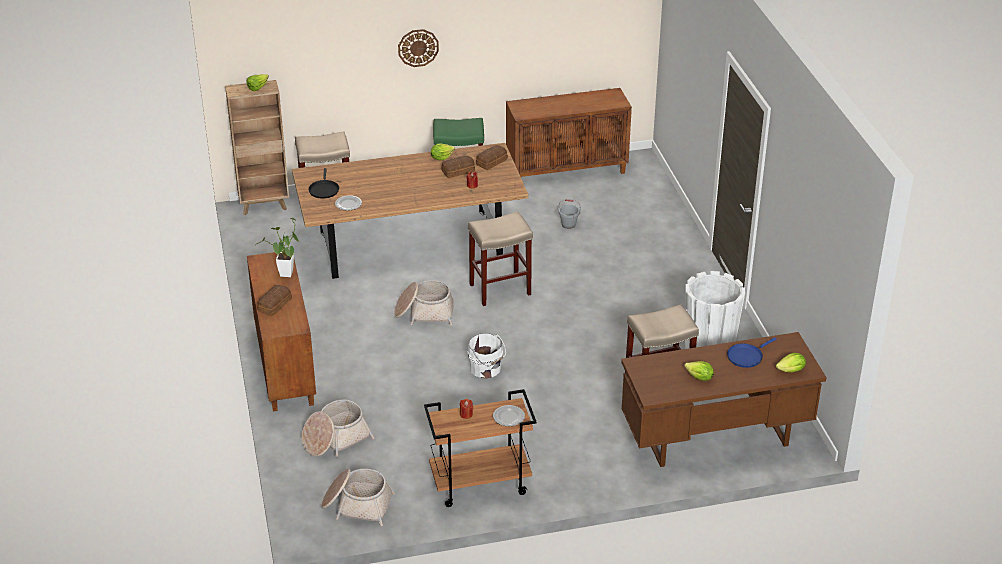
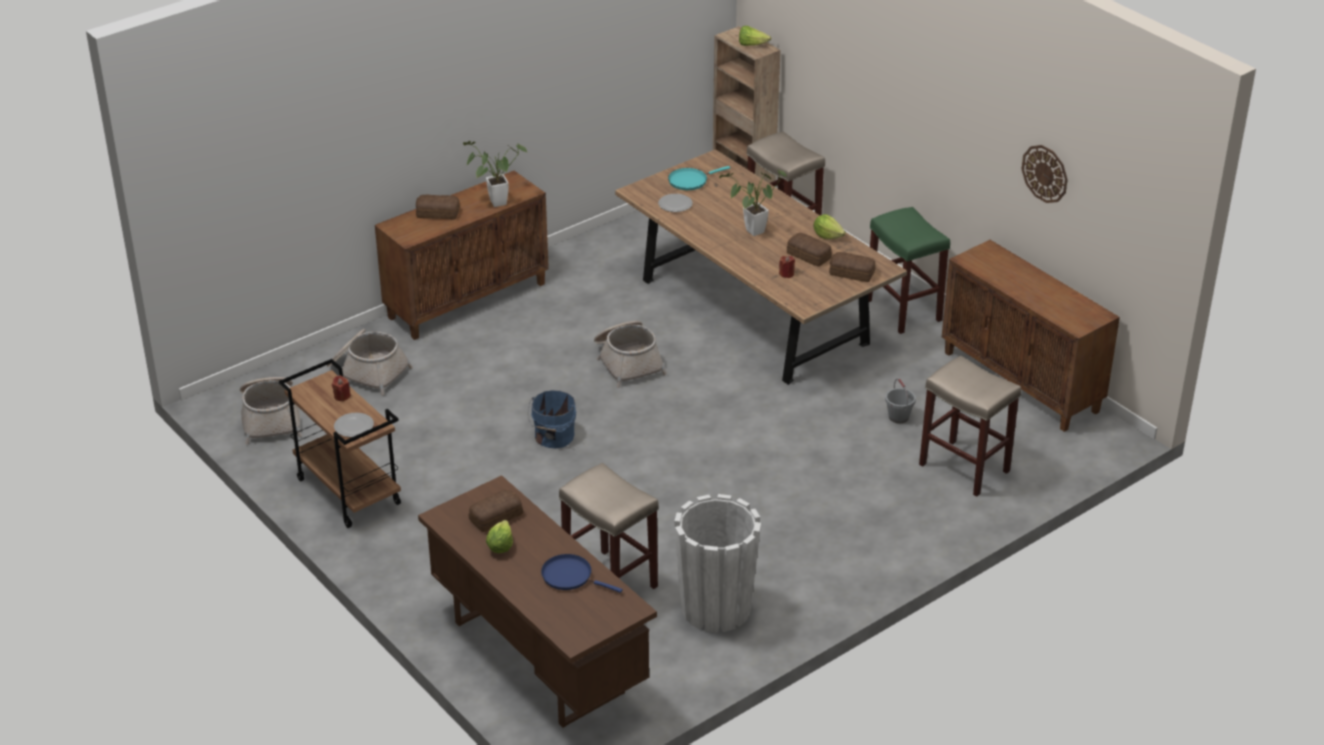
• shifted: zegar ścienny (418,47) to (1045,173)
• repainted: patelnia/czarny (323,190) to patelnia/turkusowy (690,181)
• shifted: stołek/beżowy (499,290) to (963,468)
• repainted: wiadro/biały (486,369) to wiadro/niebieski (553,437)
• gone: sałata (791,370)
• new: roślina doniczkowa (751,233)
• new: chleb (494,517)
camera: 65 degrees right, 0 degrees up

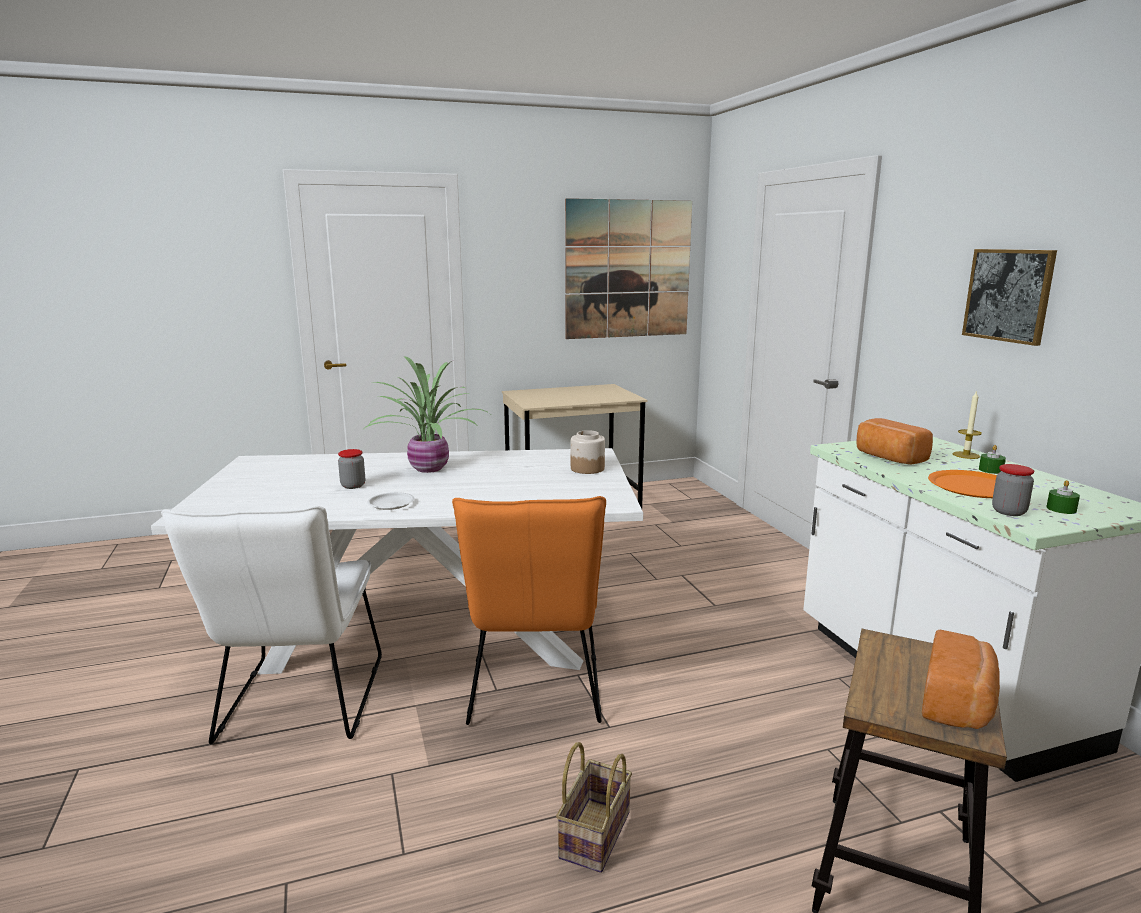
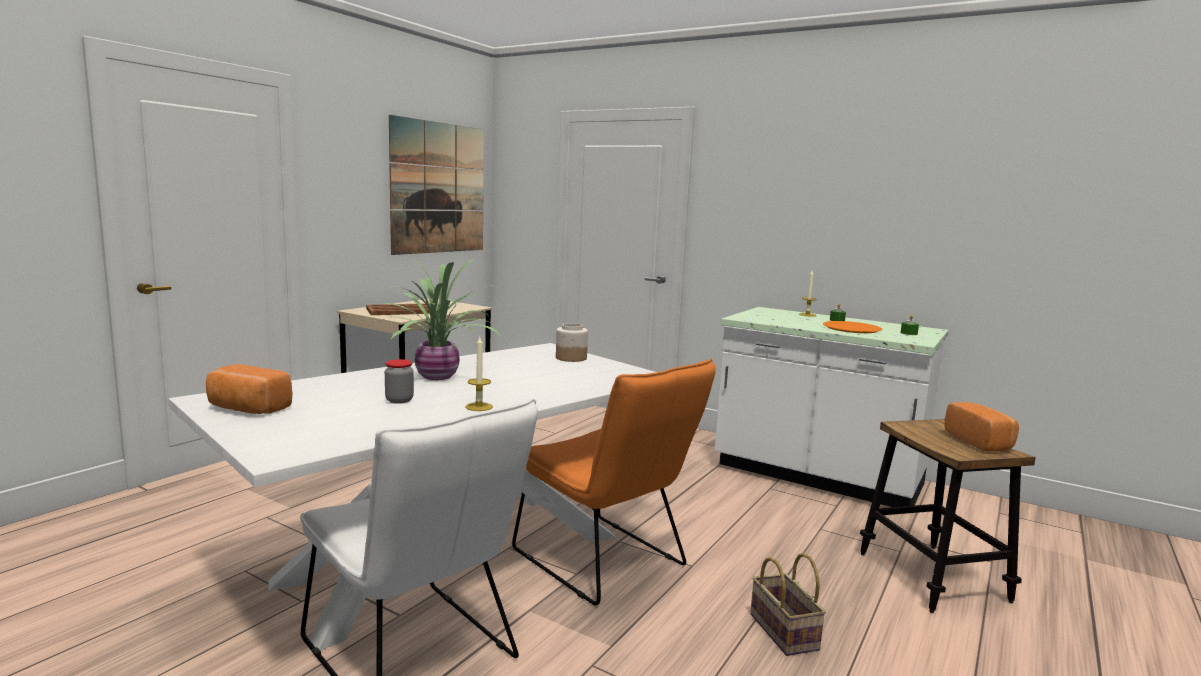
• gone: obraz (1008,295)
• shifted: chleb (888,458) to (247,409)
• gone: słoik (1009,512)
• swapped: talerz/biały (390,504) to świeca (479,407)
• new: taca/brązowy (404,311)
camera: 40 degrees left, 5 degrees down

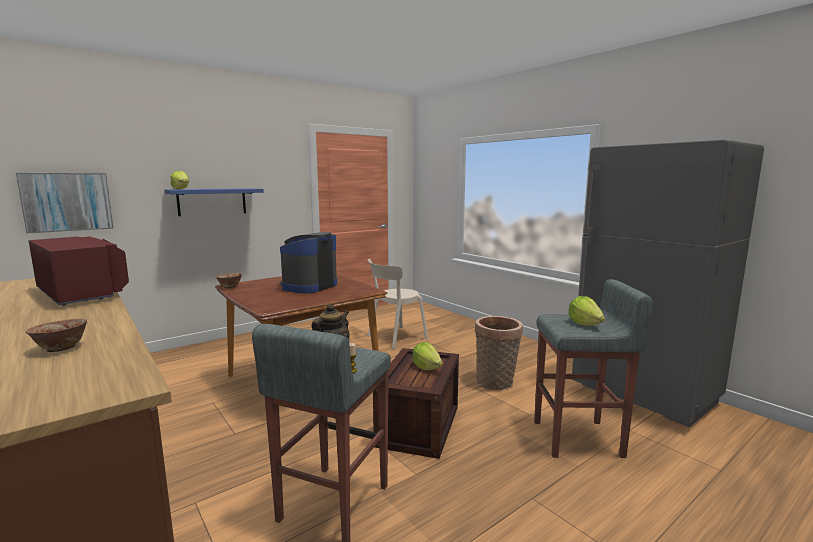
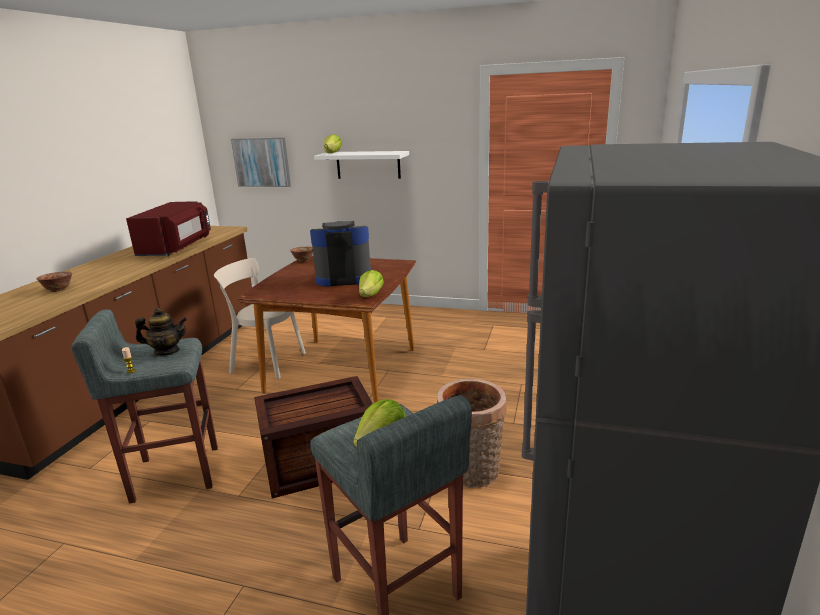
• repainted: półka/niebieski (212,201) to półka/biały (368,165)
• shifted: krzesło/beżowy (395,338) to (265,362)
• shifted: sałata (426,367) to (371,295)
camera: 55 degrees right, 10 degrees up

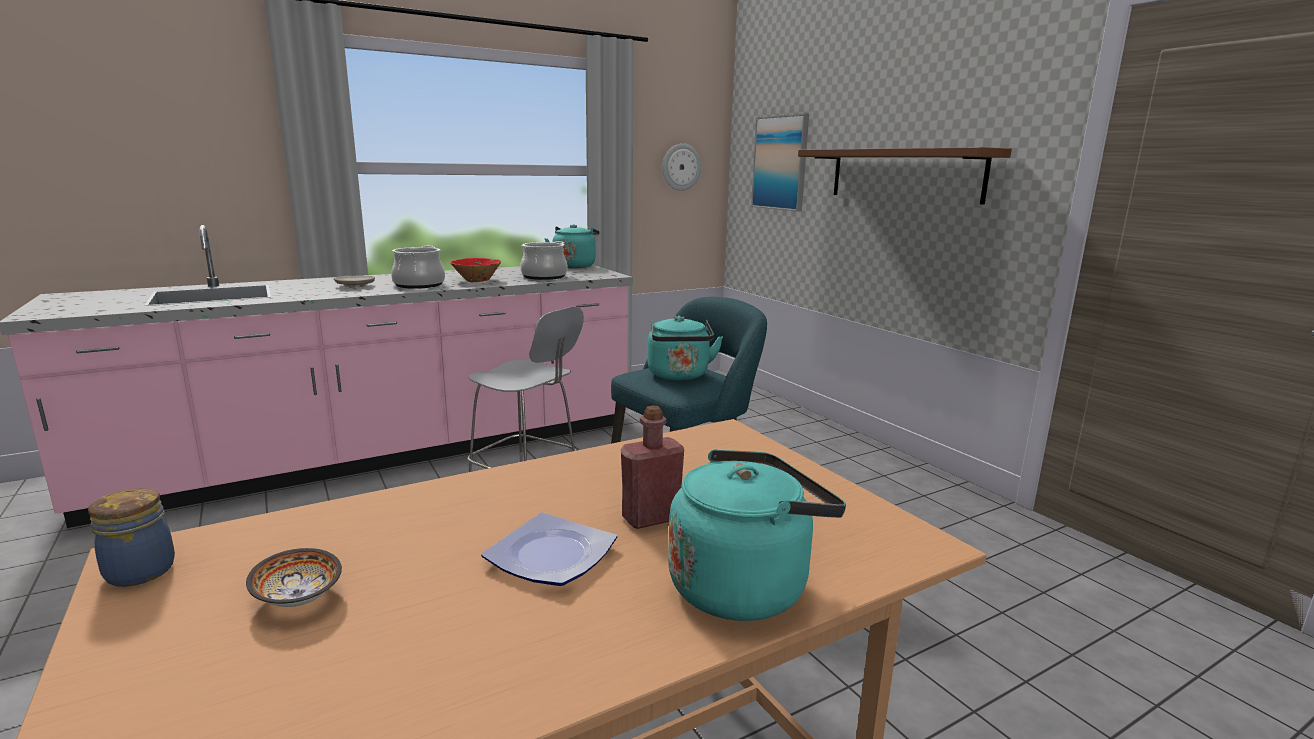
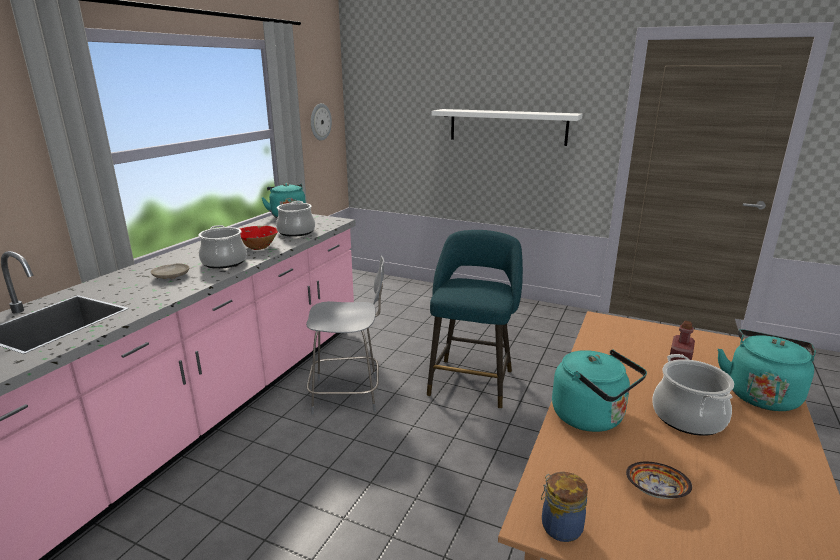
• gone: obraz (780,163)
• repainted: półka/brązowy (904,174) to półka/biały (507,126)
• shifted: czajnik/turkusowy (679,376) to (592,418)
• swapped: talerz (551,558) to garnek (688,417)
camera: 35 degrees left, 5 degrees up

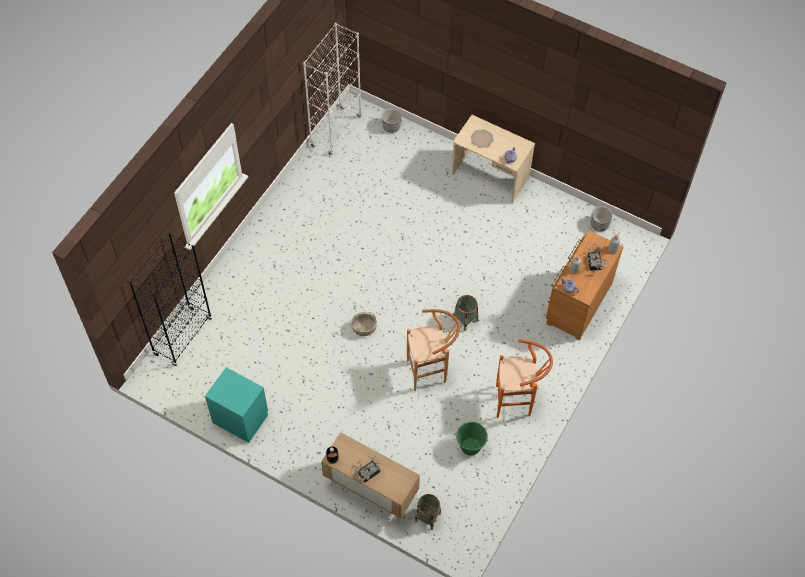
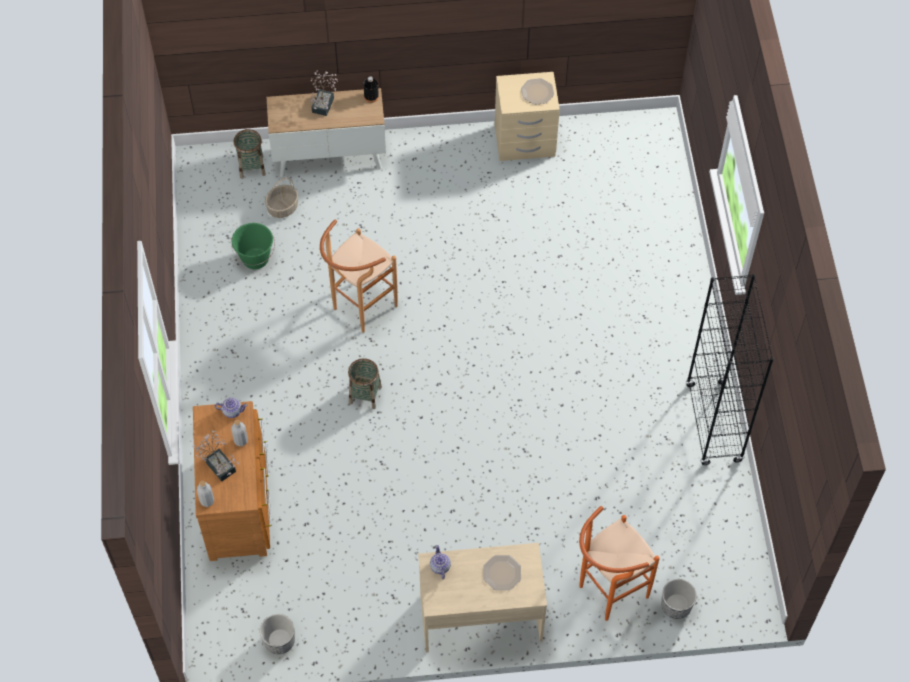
• gone: regał/biały (336,131)
• shifted: regał/czarny (183,336) to (713,423)
• shifted: koszyk (364,328) to (283,207)
• shifted: stołek/pomarańczowy (517,402) to (607,593)
• repainted: szafka nocna/turkusowy (240,418) to szafka nocna/beżowy (525,142)
• new: talerz (537,92)
camera: 145 degrees right, 0 degrees up

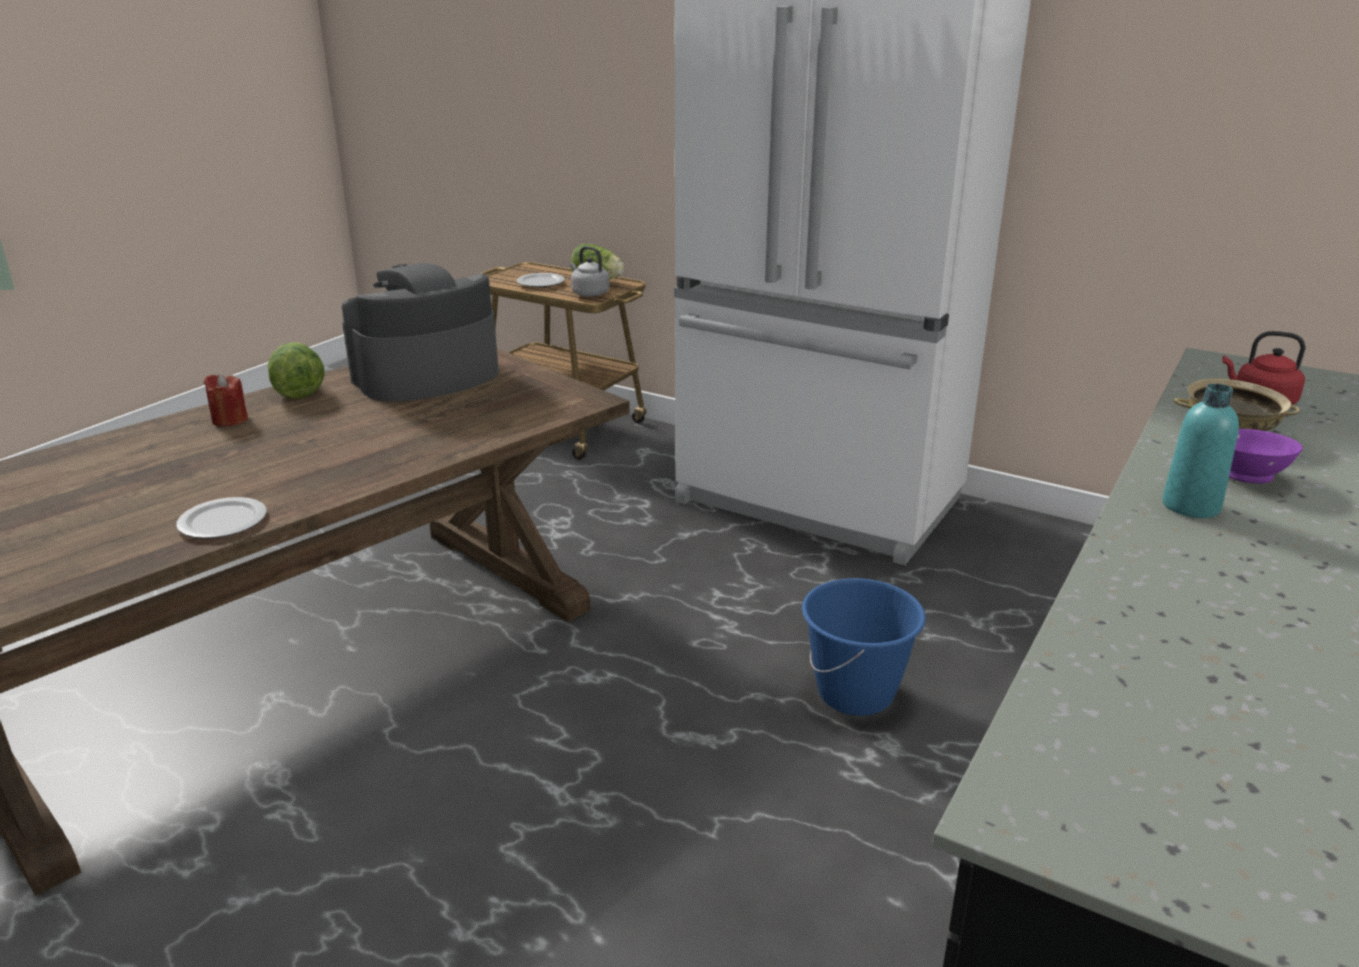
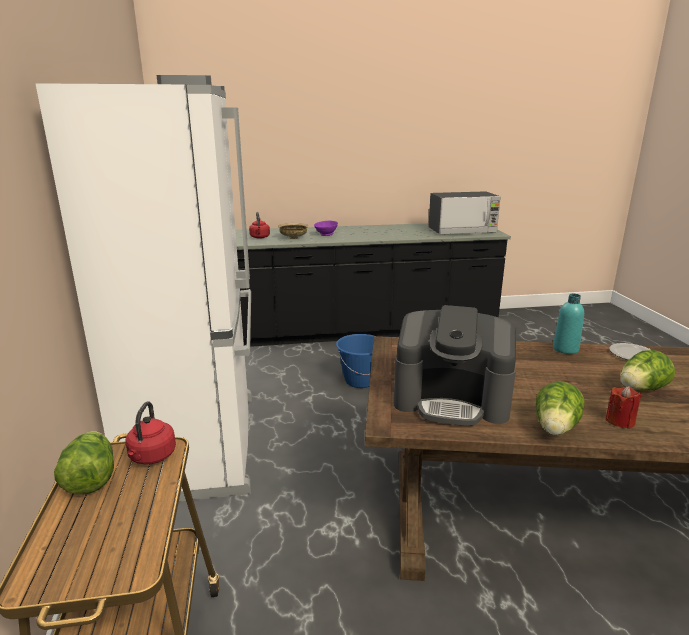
• repainted: czajnik/szary (589,293) to czajnik/czerwony (151,457)
• gone: talerz (541,282)
• shifted: butelka/turkusowy (1190,506) to (565,349)
• new: mikrofalówka (462,231)
• new: sałata (641,390)
camera: 130 degrees left, 5 degrees down

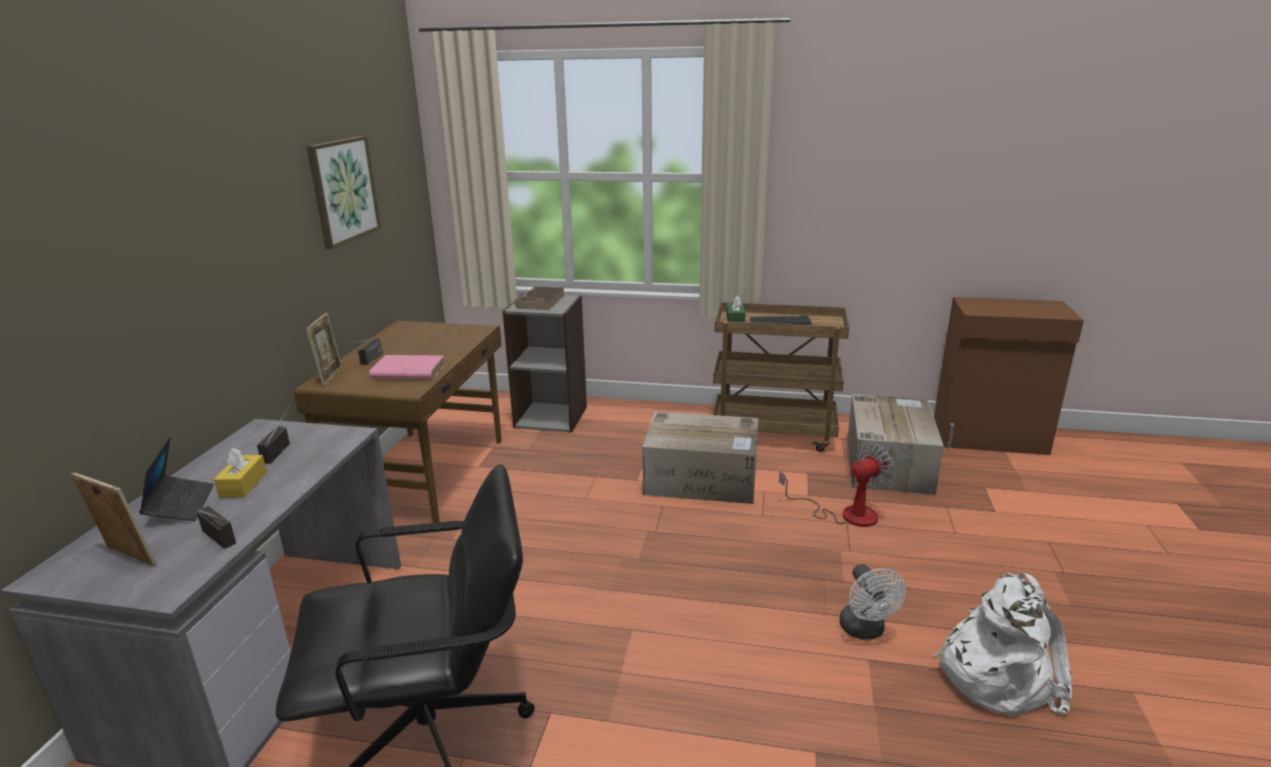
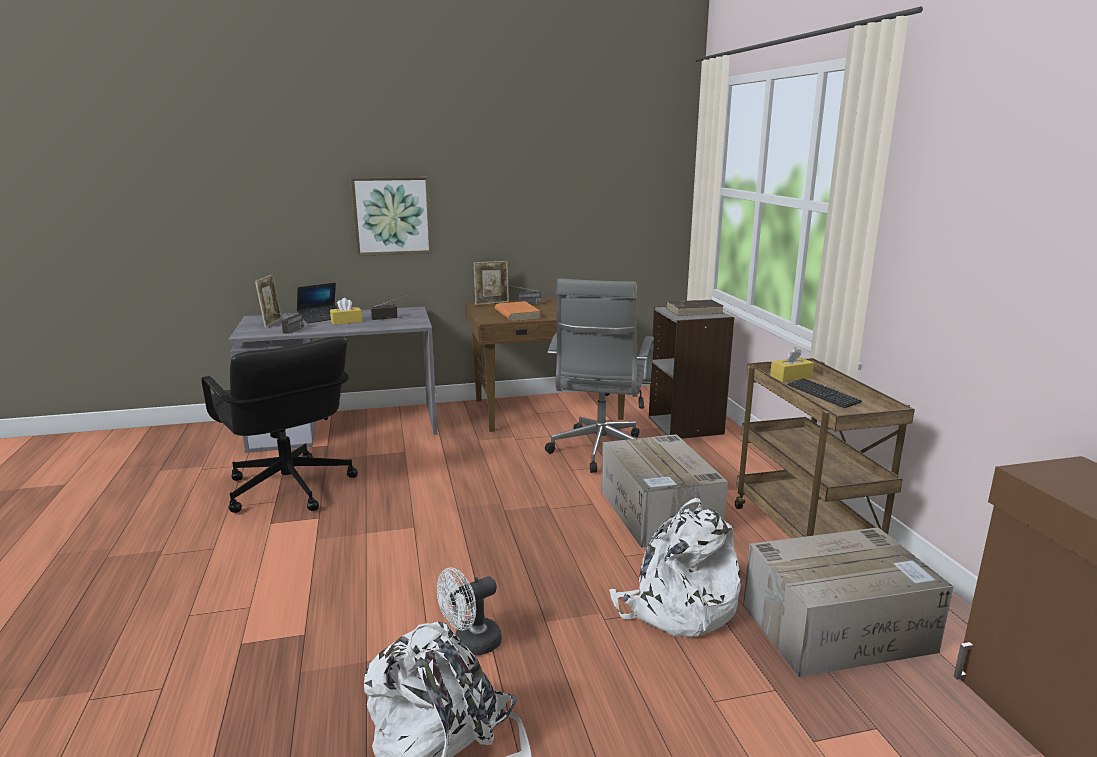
• shifted: obraz (343,190) to (392,216)
• repainted: pudełko chusteczek/zielony (735,320) to pudełko chusteczek/żółty (791,377)
• repainted: książka/różowy (408,372) to książka/pomarańczowy (517,314)
• swapped: wentylator (846,514) to plecak/biały (677,608)
• new: krzesło biurowe/szary (599,452)
camera: 65 degrees right, 5 degrees down

